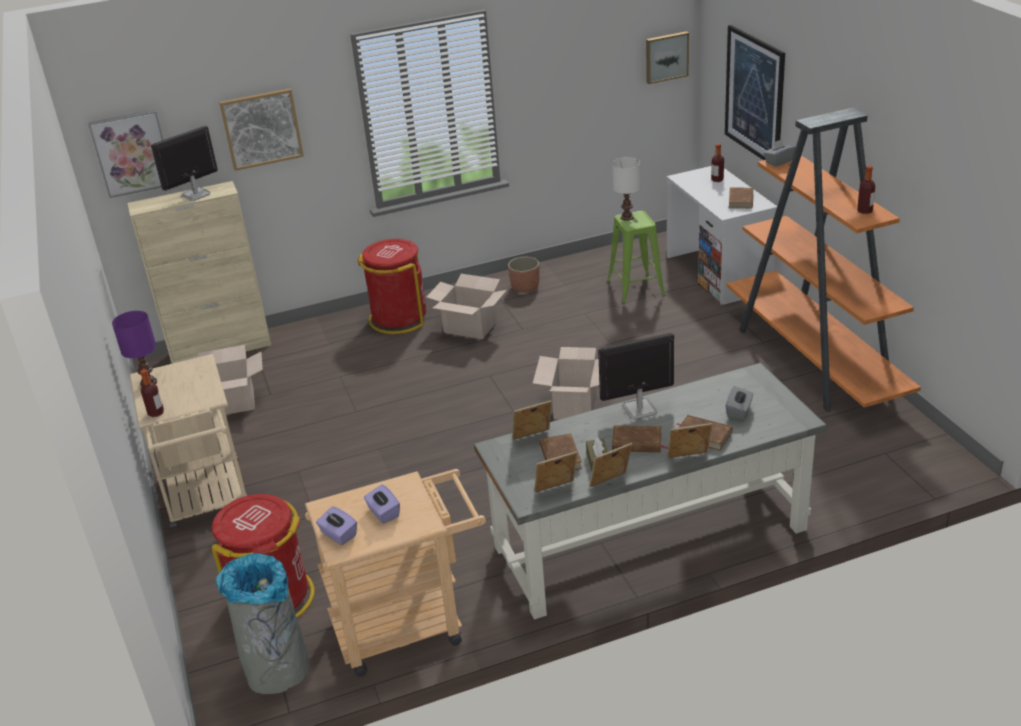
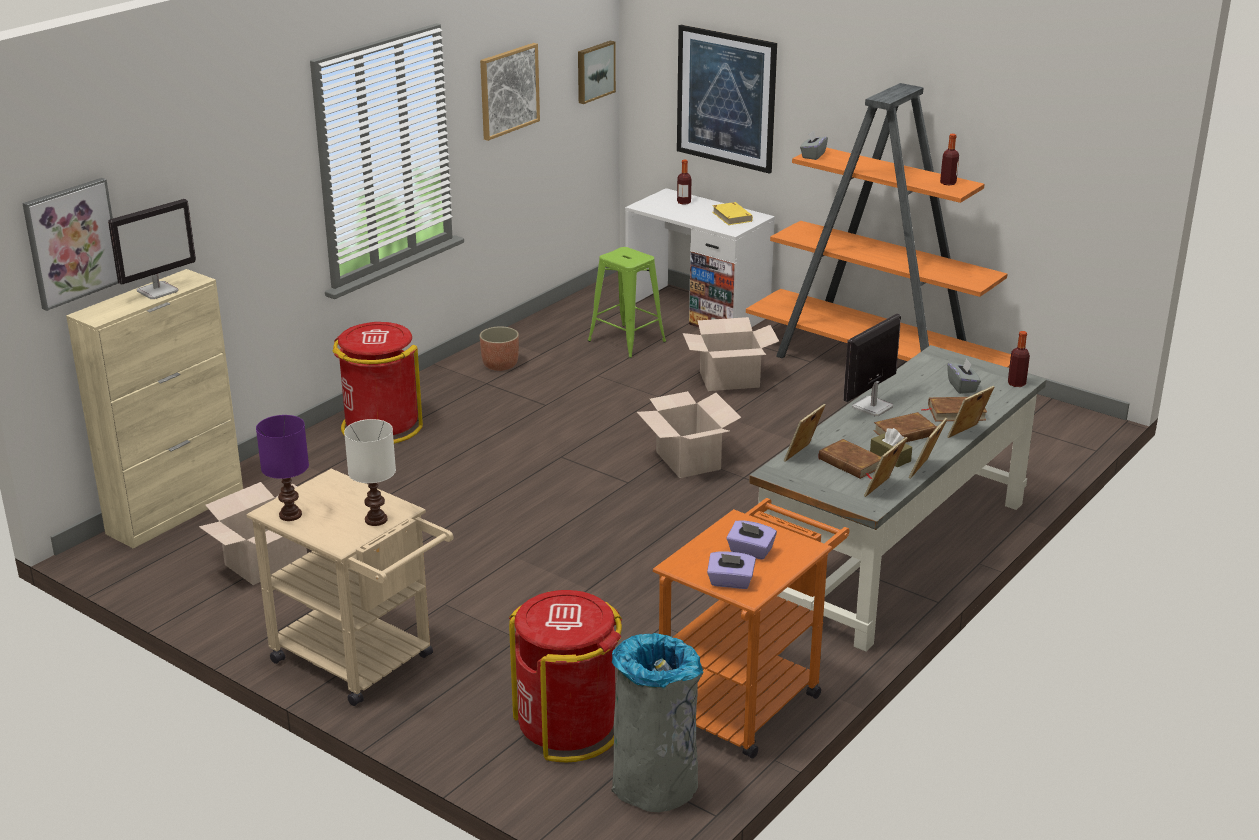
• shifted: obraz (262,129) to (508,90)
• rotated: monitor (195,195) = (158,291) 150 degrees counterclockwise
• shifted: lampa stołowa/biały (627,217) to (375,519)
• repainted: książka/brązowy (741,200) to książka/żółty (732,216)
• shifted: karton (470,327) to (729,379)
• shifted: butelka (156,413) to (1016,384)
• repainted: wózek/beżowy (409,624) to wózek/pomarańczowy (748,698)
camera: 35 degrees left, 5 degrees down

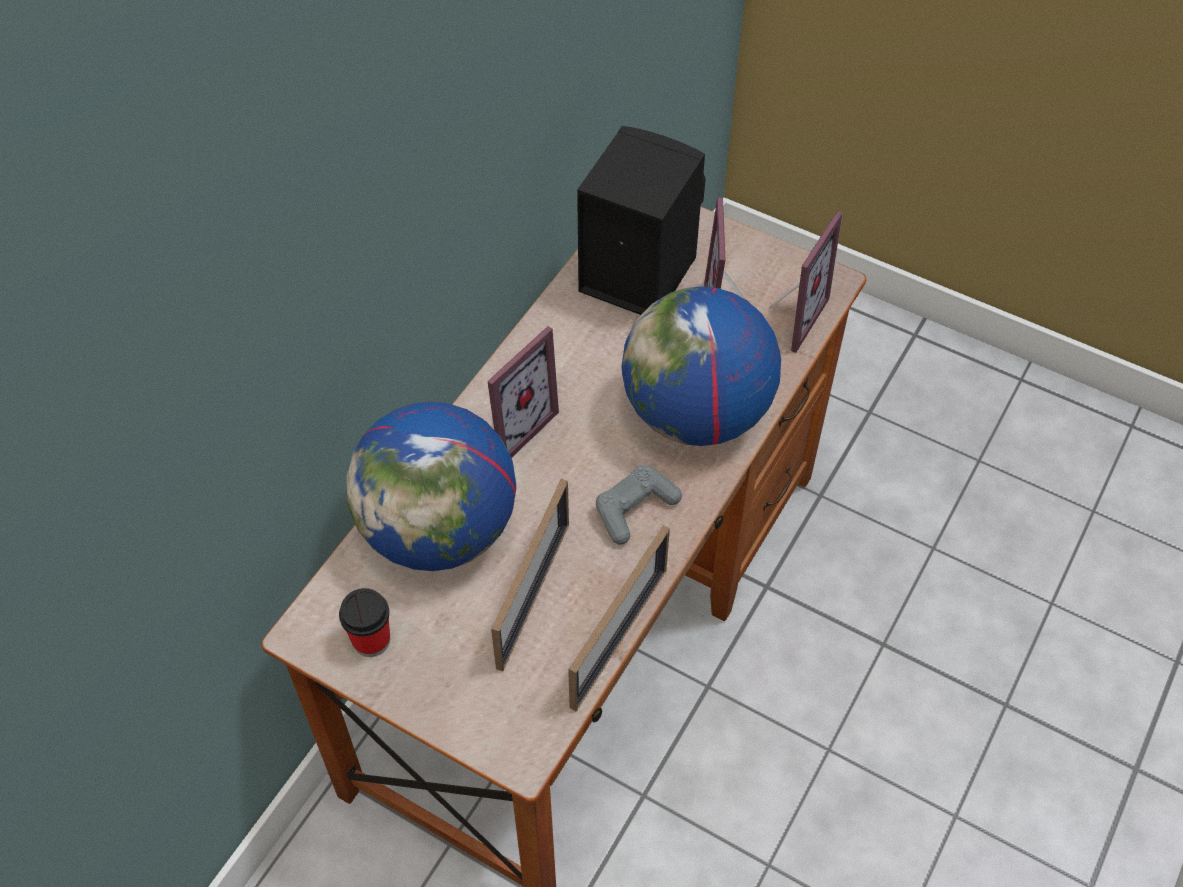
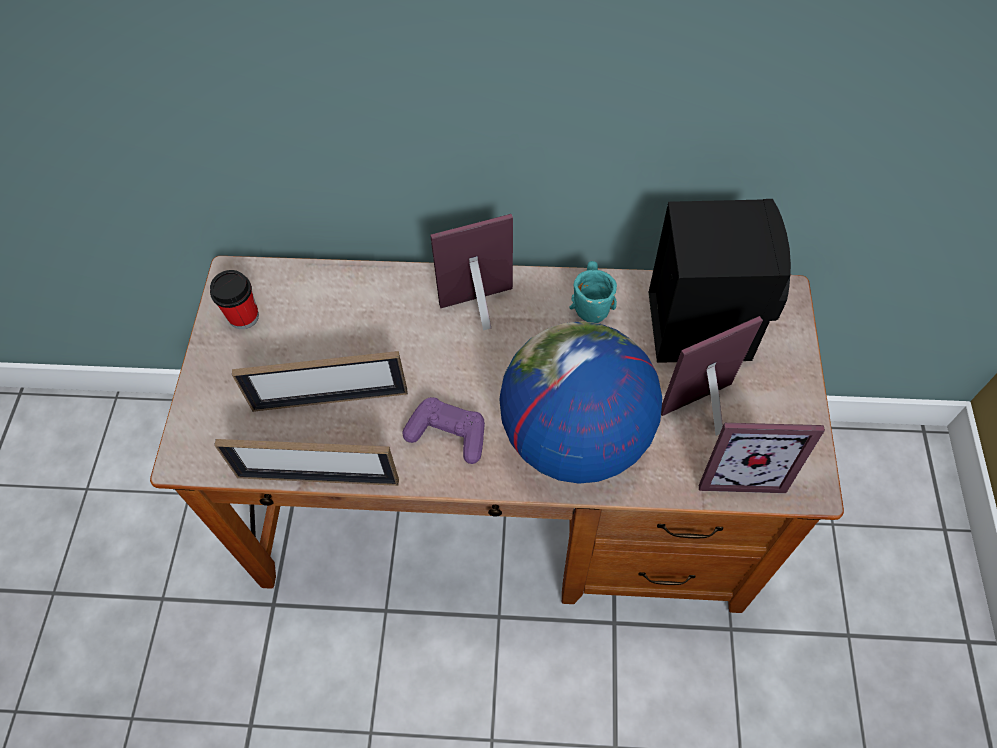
• rotated: ramka na zdjęcie (512,426) = (481,312) 150 degrees clockwise
• gone: globus (439,531)
• repainted: pad do gier/szary (634,509) to pad do gier/fioletowy (448,434)
• new: kubek/turkusowy (589,300)
camera: 65 degrees right, 5 degrees up

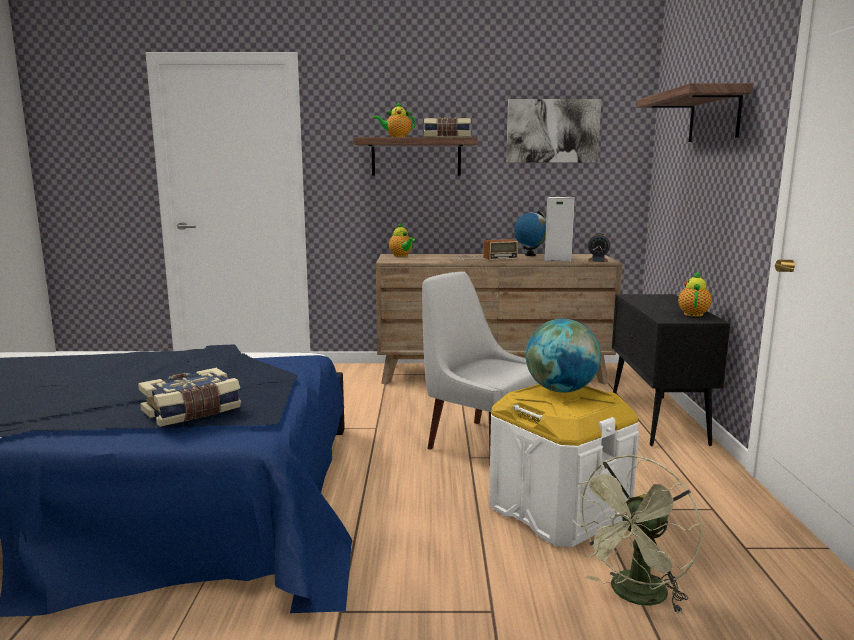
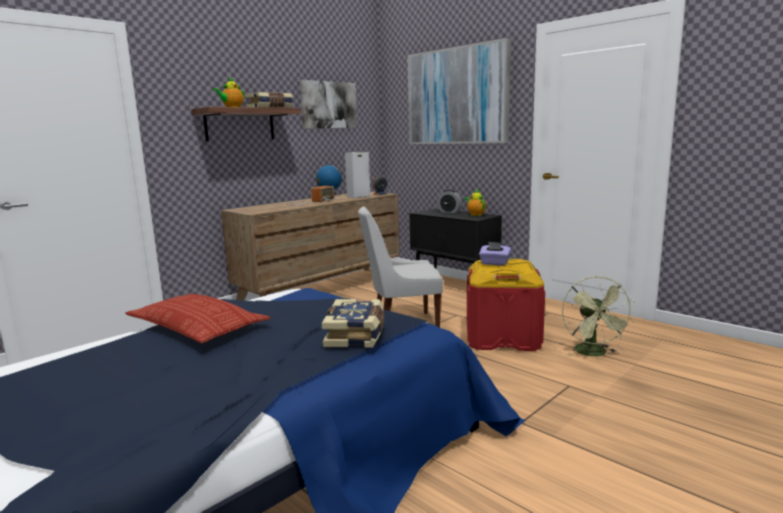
• swapped: półka (714,116) to obraz (457,96)
• gone: imbryk (401,256)
• swapped: globus (561,390) to pudełko chusteczek/fioletowy (494,263)
• repainted: pojemnik do przechowywania/biały (558,510) to pojemnik do przechowywania/czerwony (502,337)
• new: budzik (449,211)
• new: poduszka (197,327)
camera: 45 degrees left, 0 degrees up

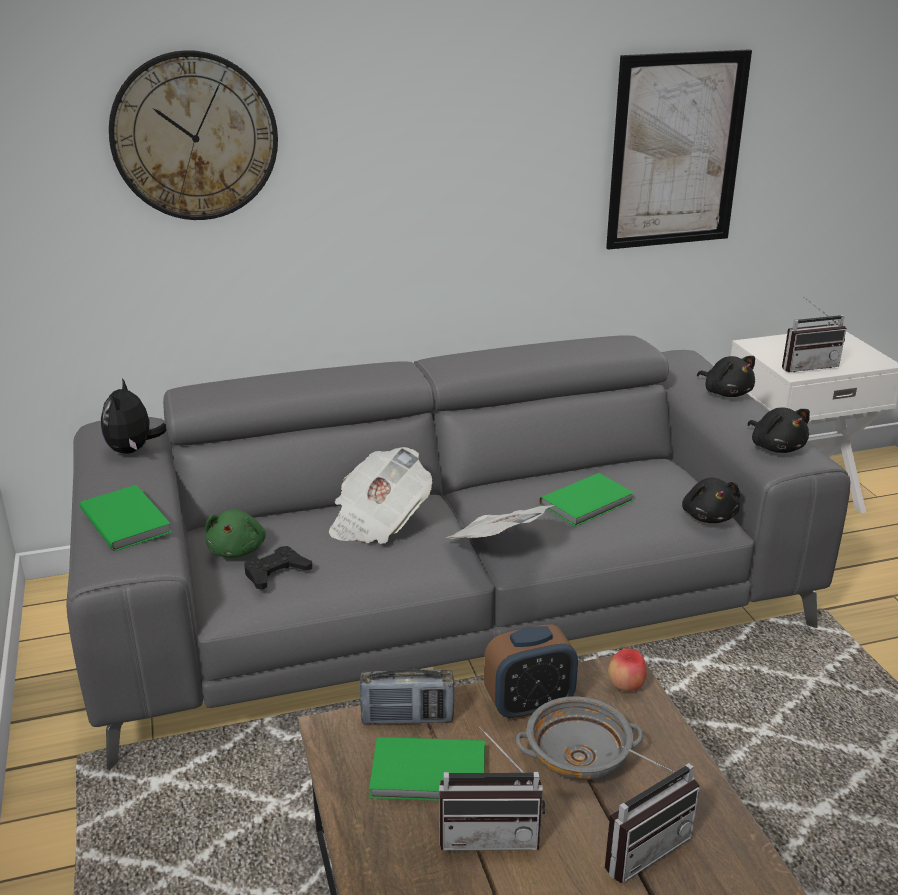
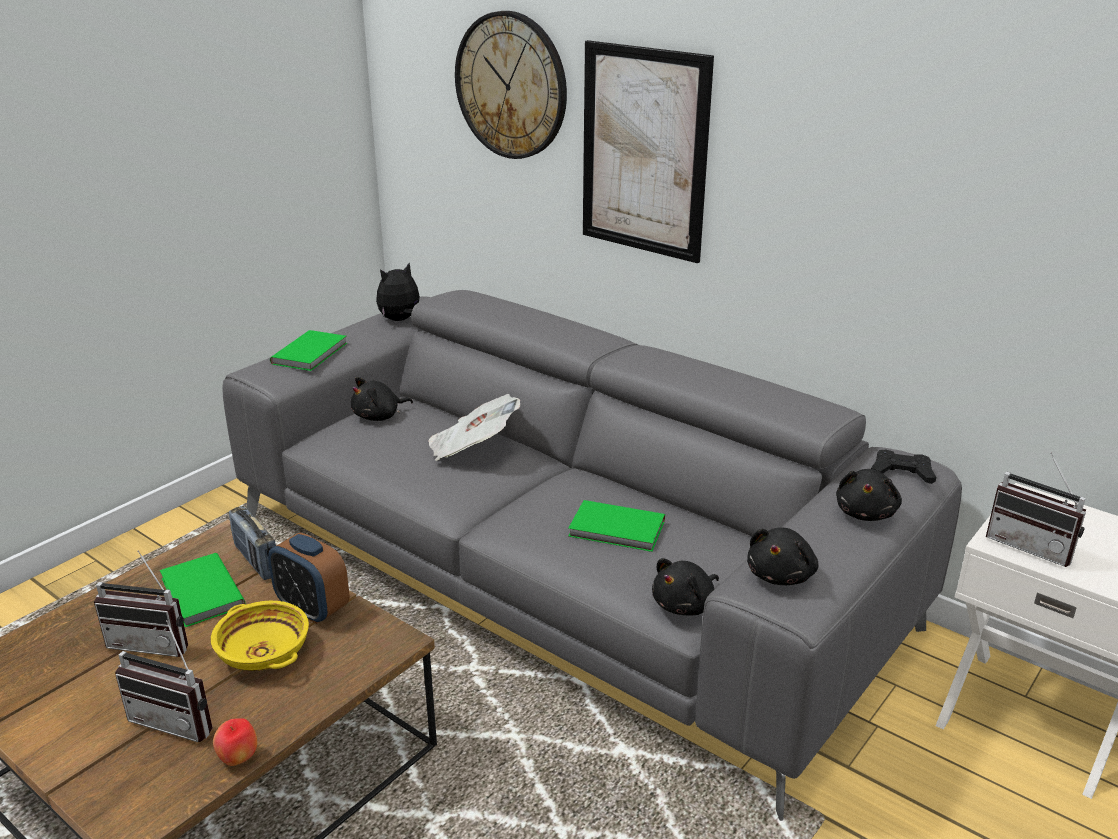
• shifted: obraz (676,151) to (644,152)
• gone: gazeta (498,546)
• repainted: pluszak/zielony (238,550) to pluszak/czarny (379,416)
• shifted: pad do gier/czarny (276,573) to (901,472)
• shifted: jabłko (626,686) to (238,758)
• repainted: miska/szary (578,757) to miska/żółty (265,654)
• rotated: radio (490,833) = (154,642) 45 degrees counterclockwise
camera: 55 degrees right, 0 degrees up

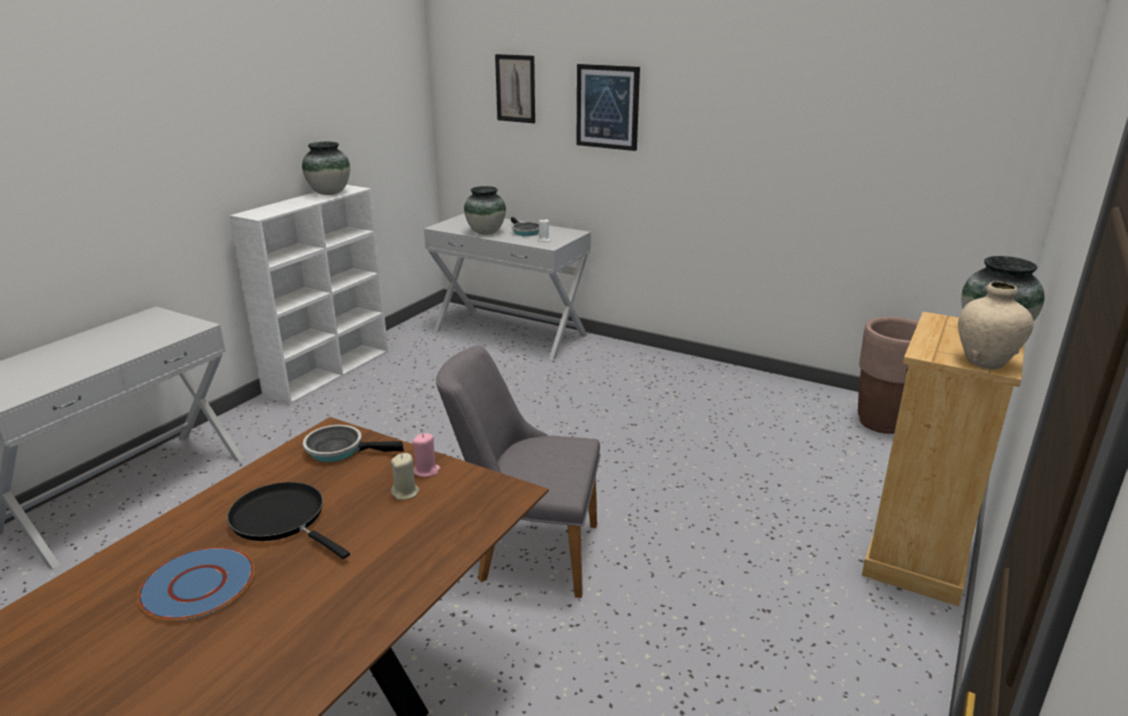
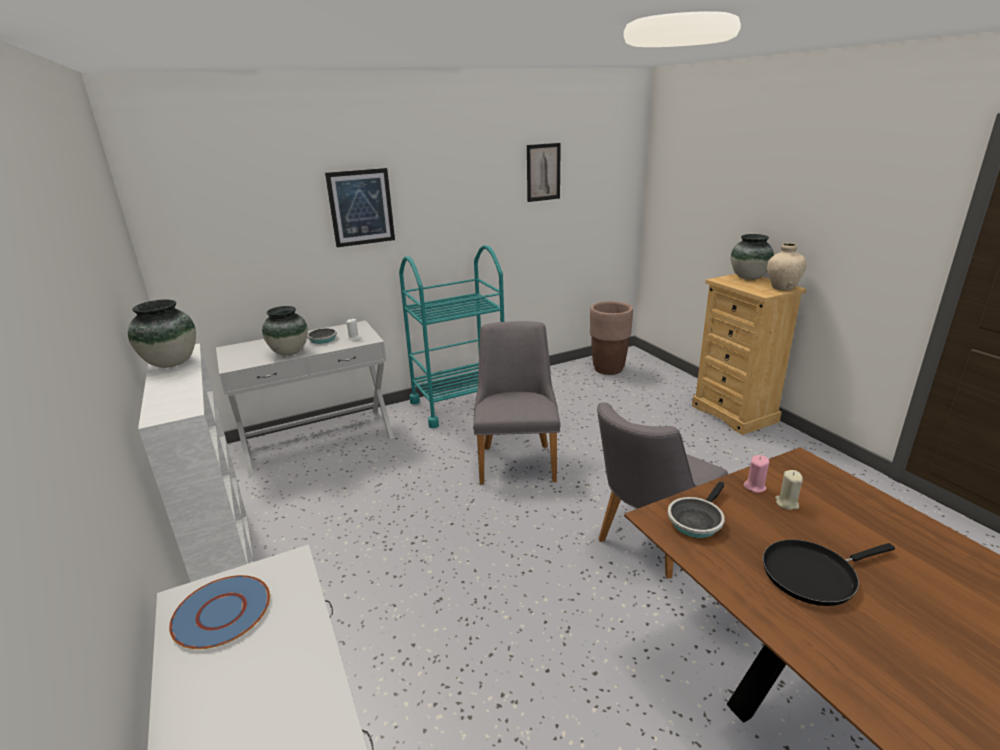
• shifted: obraz (515,88) to (543,172)
• shifted: talerz/niebieski (197,585) to (222,613)
• new: wózek/turkusowy (459,404)
• new: krzesło/szary (517,459)
camera: 55 degrees left, 0 degrees up

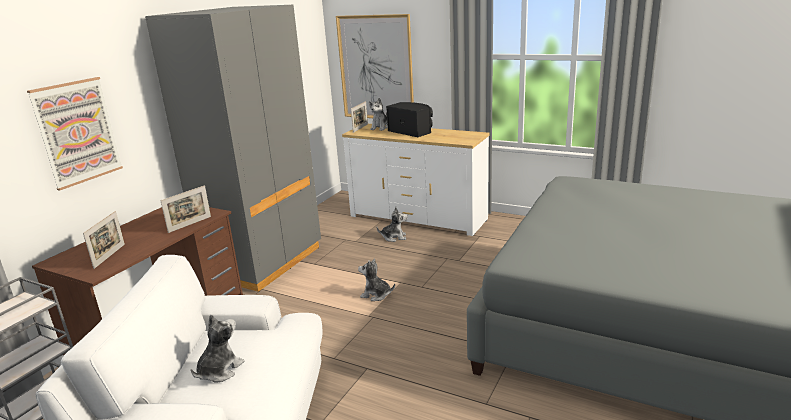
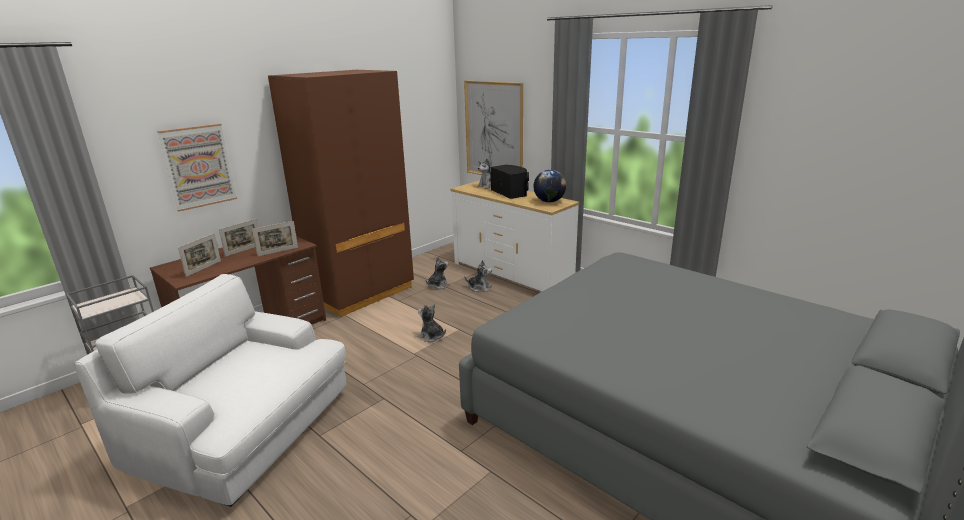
• repainted: szafa/szary (264,262) to szafa/brązowy (361,292)
• shifted: ramka na zdjęcie (360,128) to (244,250)
• shifted: pluszak (219,370) to (438,285)
• new: globus (549,201)
camera: 15 degrees right, 0 degrees up

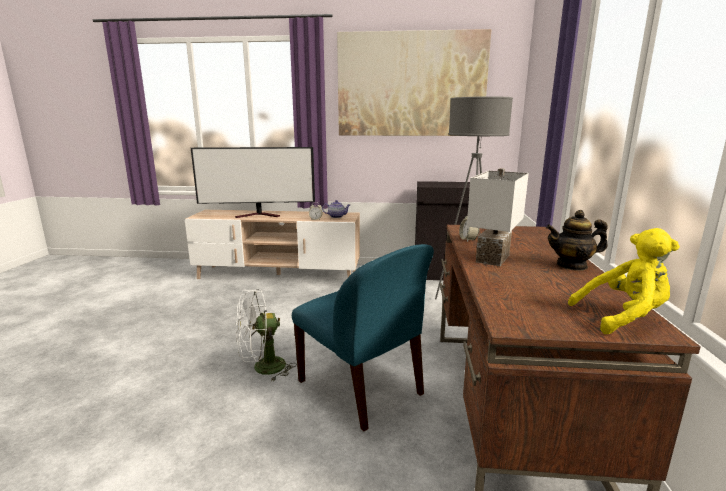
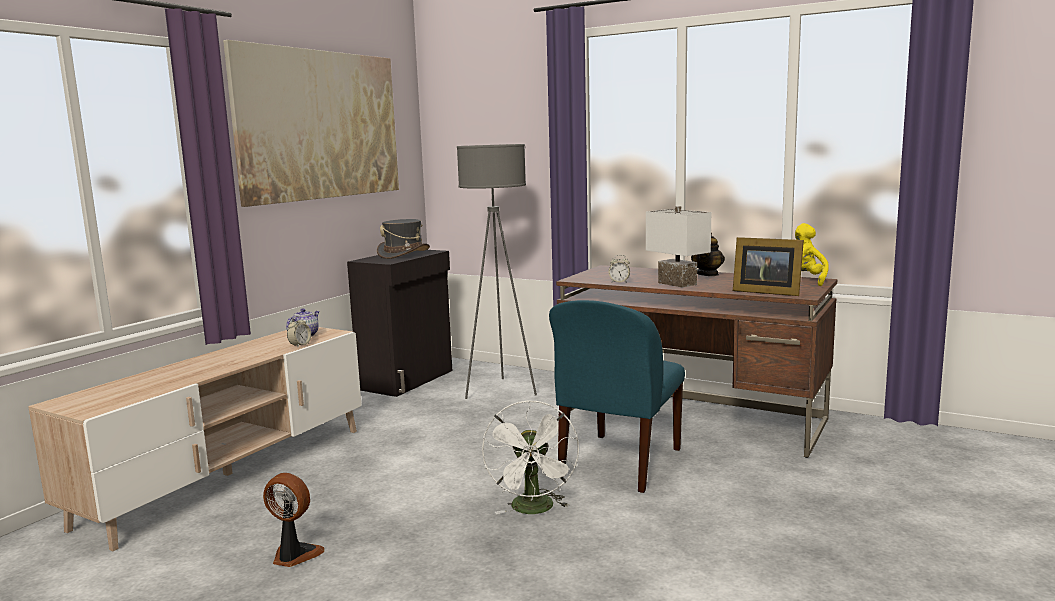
• gone: telewizor (260,215)
• rotated: krzesło/niebieski (362,389) = (619,464) 135 degrees clockwise
• new: kapelusz/szary (404,254)
• new: ramka na zdjęcie (765,291)
• new: wentylator (294,556)
camera: 65 degrees left, 5 degrees down

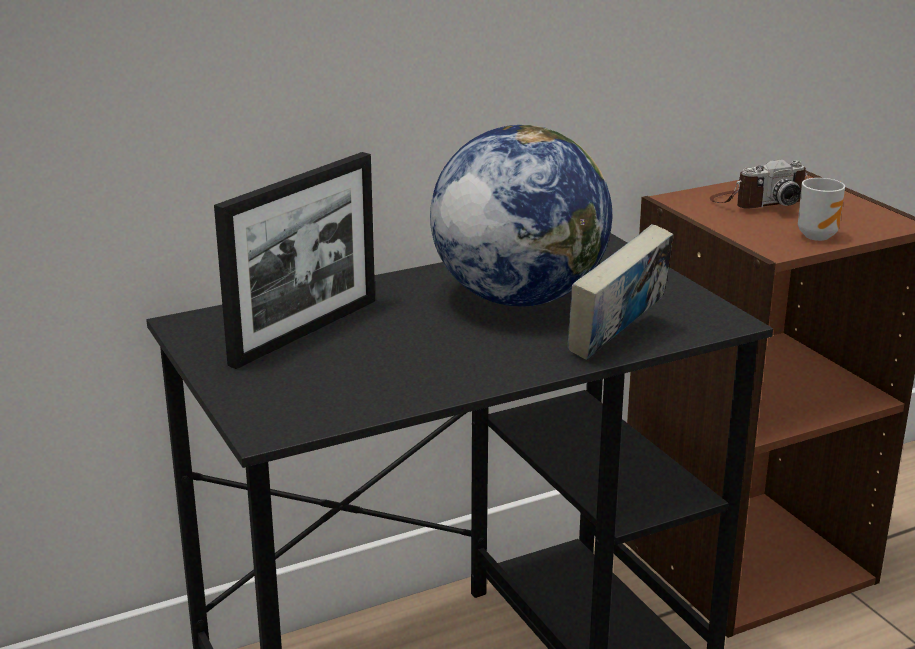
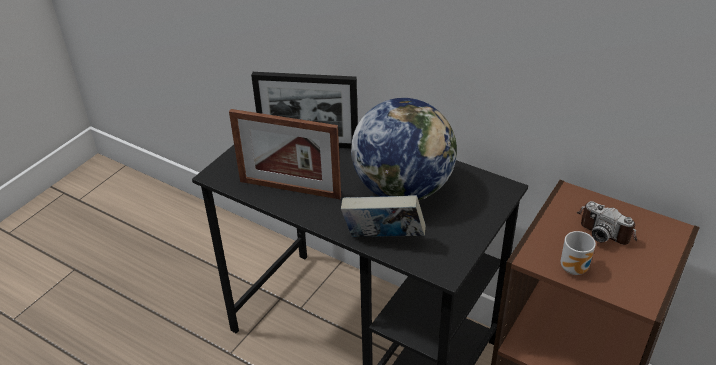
• new: ramka na zdjęcie (290,189)
camera: 60 degrees right, 15 degrees up

